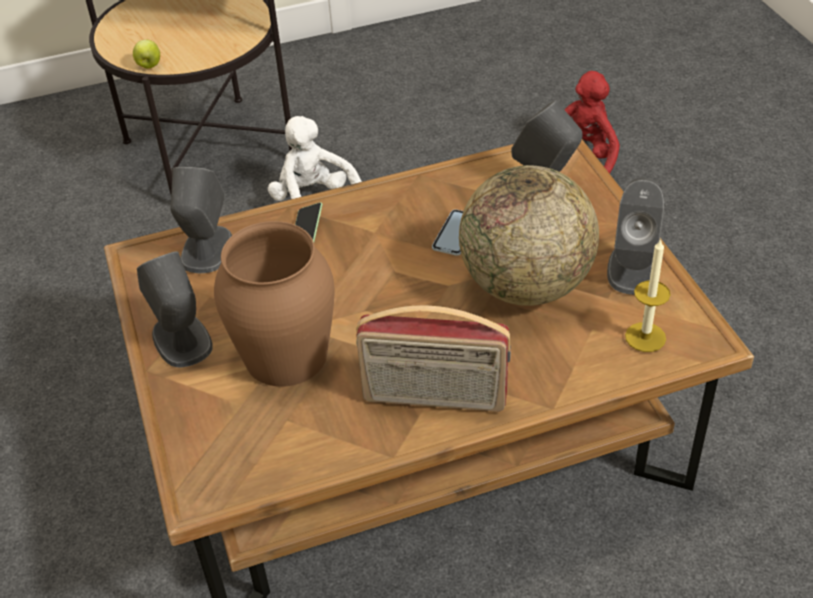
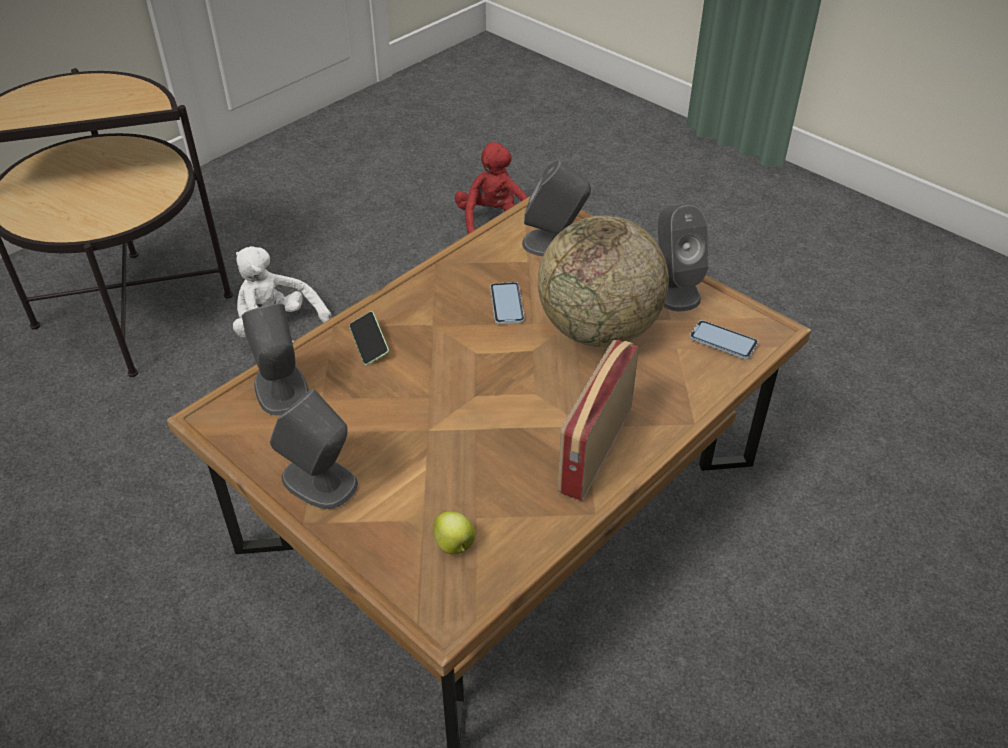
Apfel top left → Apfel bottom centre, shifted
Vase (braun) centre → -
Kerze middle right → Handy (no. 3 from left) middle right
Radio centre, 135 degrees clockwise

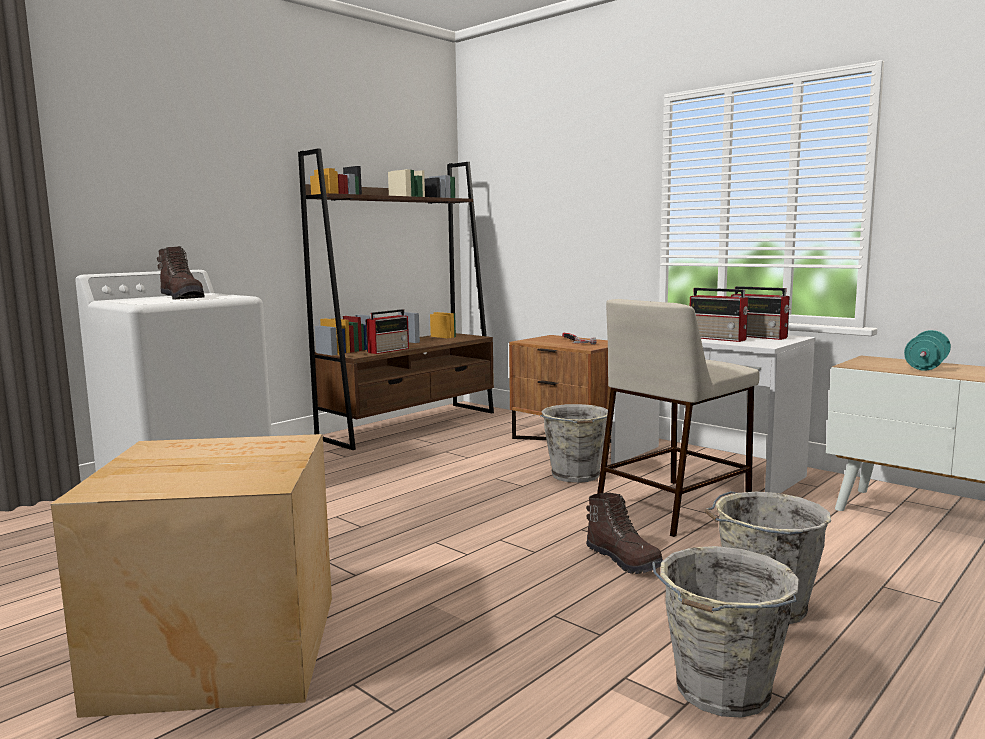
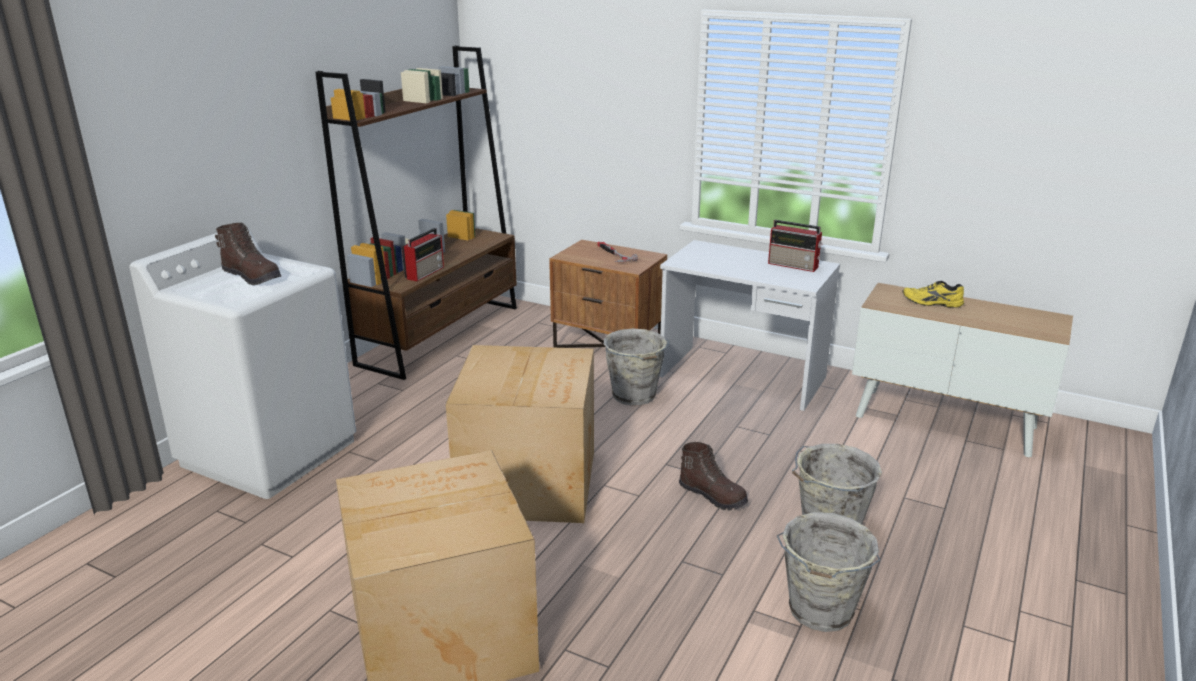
Radio (no. 2 from left) middle right → -
Hocker (beige) middle right → -
Hantel (türkis) middle right → Schuh (gelb) middle right
- → Karton (no. 2 from left) centre

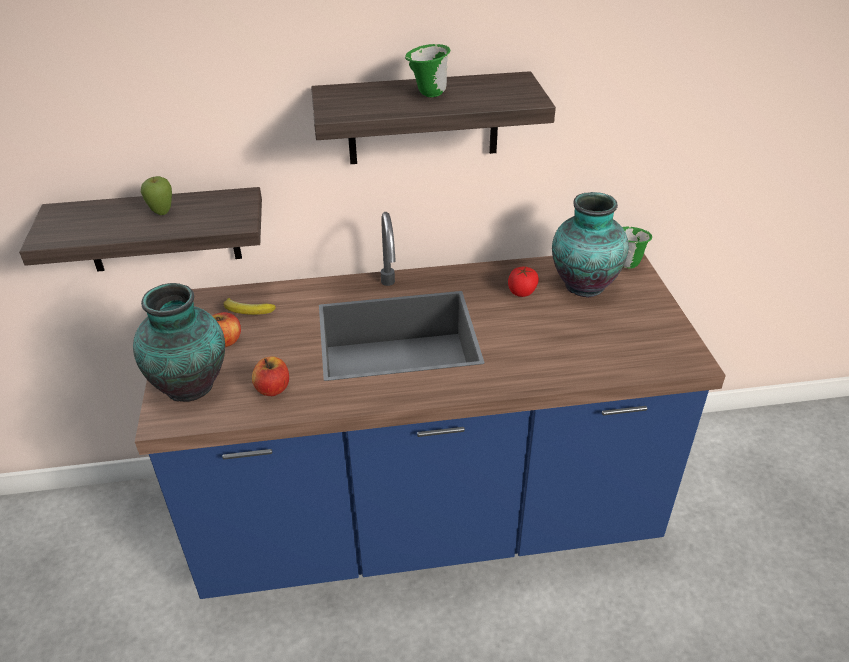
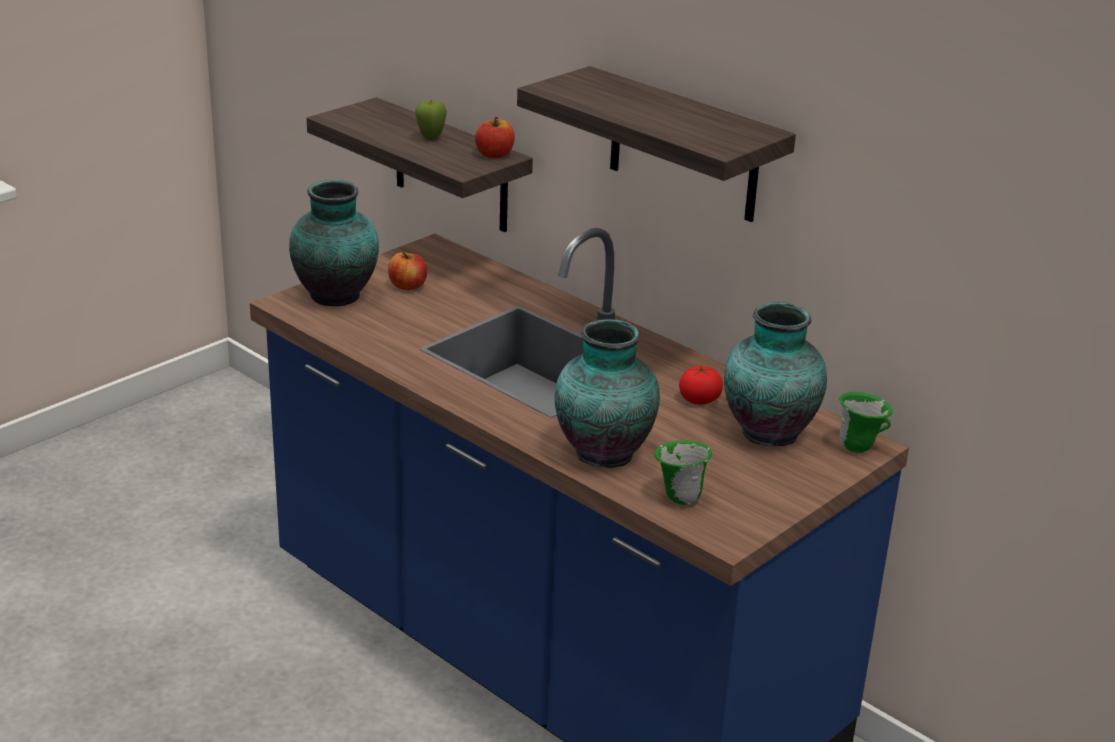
Henkelbecher (grün) (no. 1 from left) top centre → Henkelbecher (grün) (no. 1 from left) centre, shifted
Banane middle left → -
Apfel (no. 3 from left) middle left → Apfel (no. 3 from left) top centre, shifted
- → Vase (no. 2 from left) centre

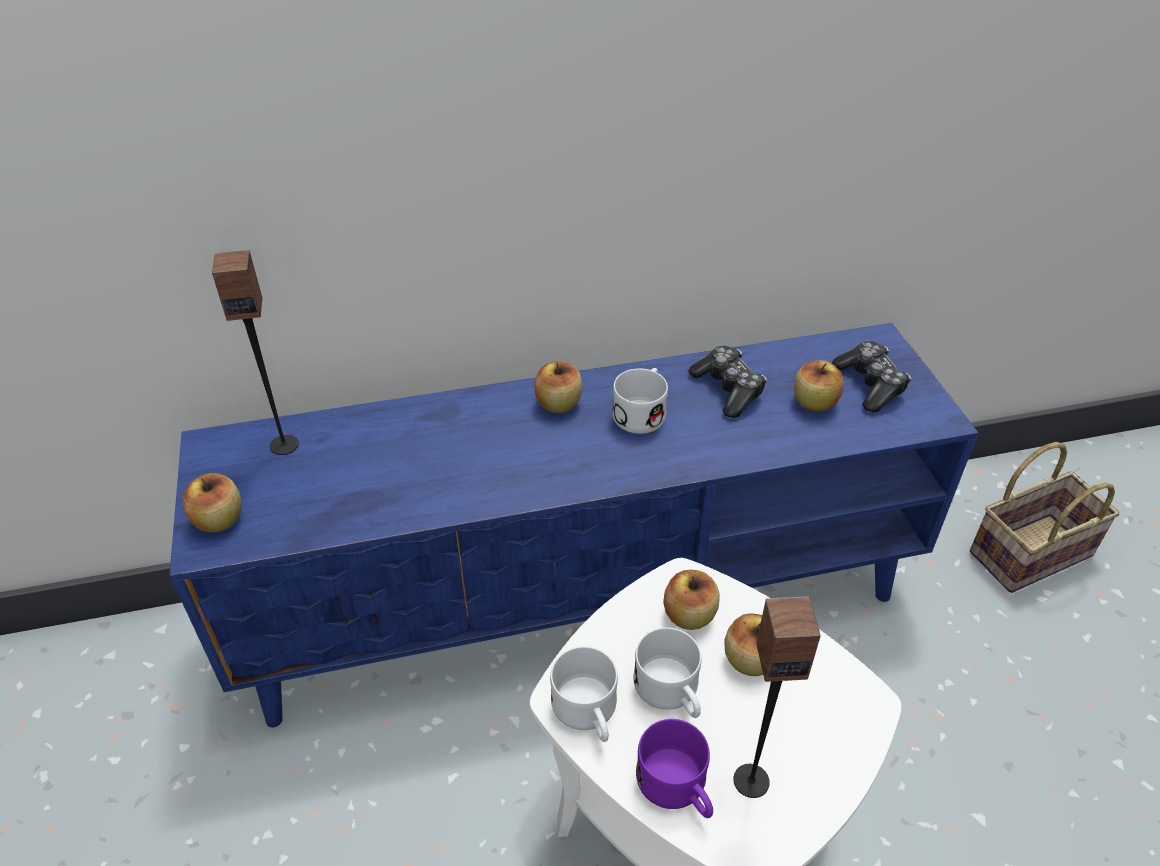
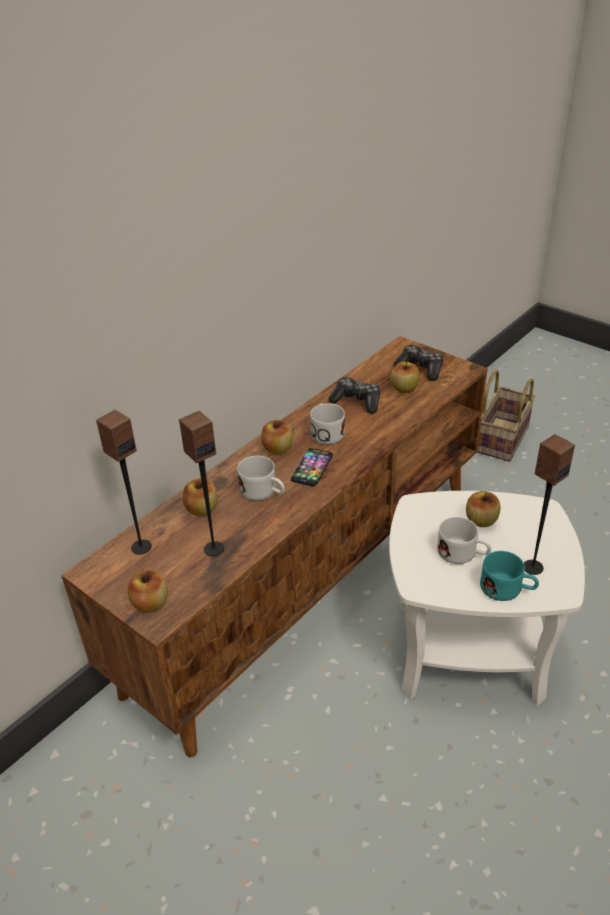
Fernsehschrank (blau) centre → Fernsehschrank (braun) centre
Apfel (no. 3 from left in the first image) bottom centre → Apfel (no. 2 from left) middle left, shifted
Henkelbecher (weiß) (no. 1 from left) bottom centre → Henkelbecher (weiß) (no. 1 from left) centre, shifted
Henkelbecher (lila) bottom centre → Henkelbecher (türkis) middle right
- → Lautsprecher (no. 2 from left) middle left
- → Handy centre

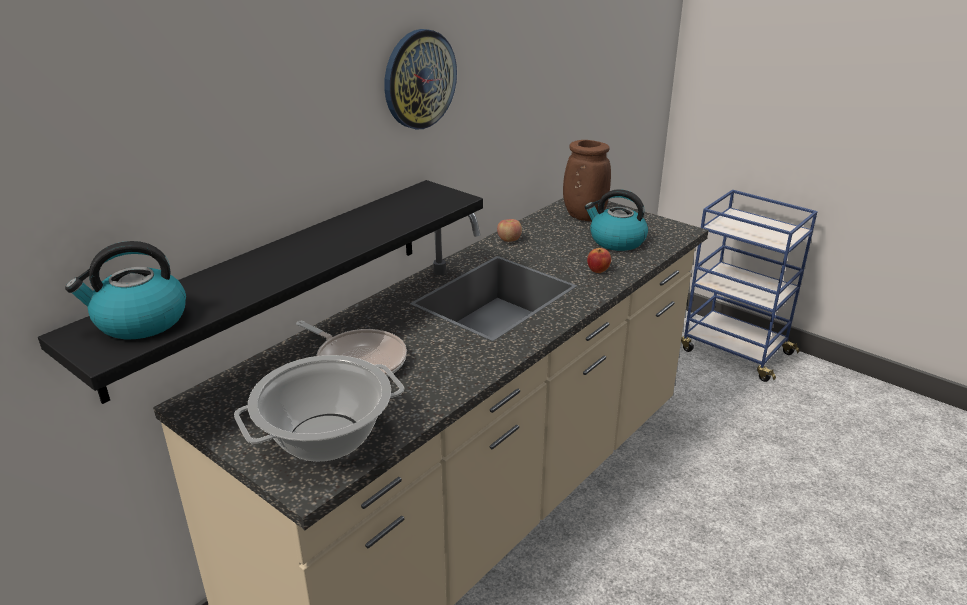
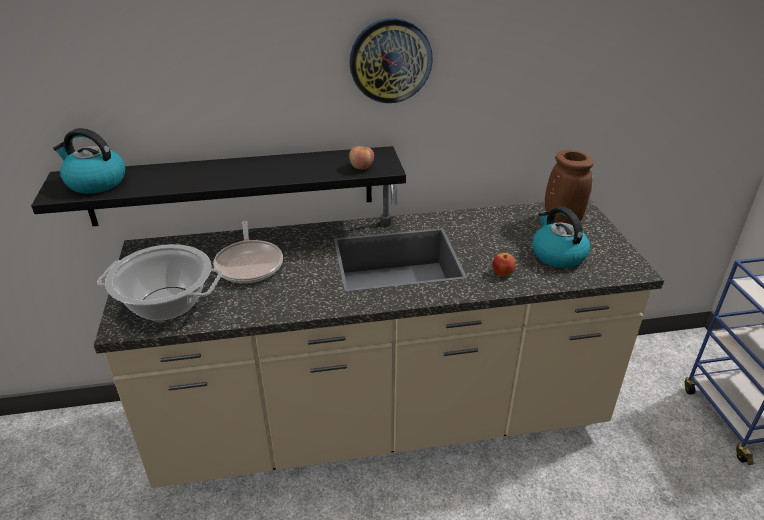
Apfel (no. 1 from left) centre → Apfel (no. 1 from left) top centre, shifted

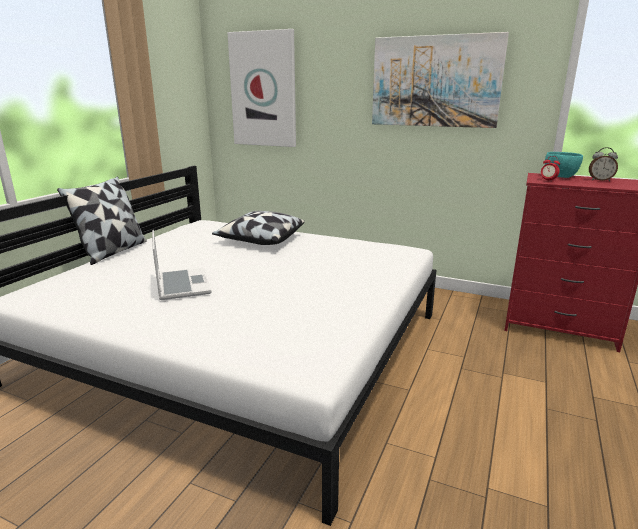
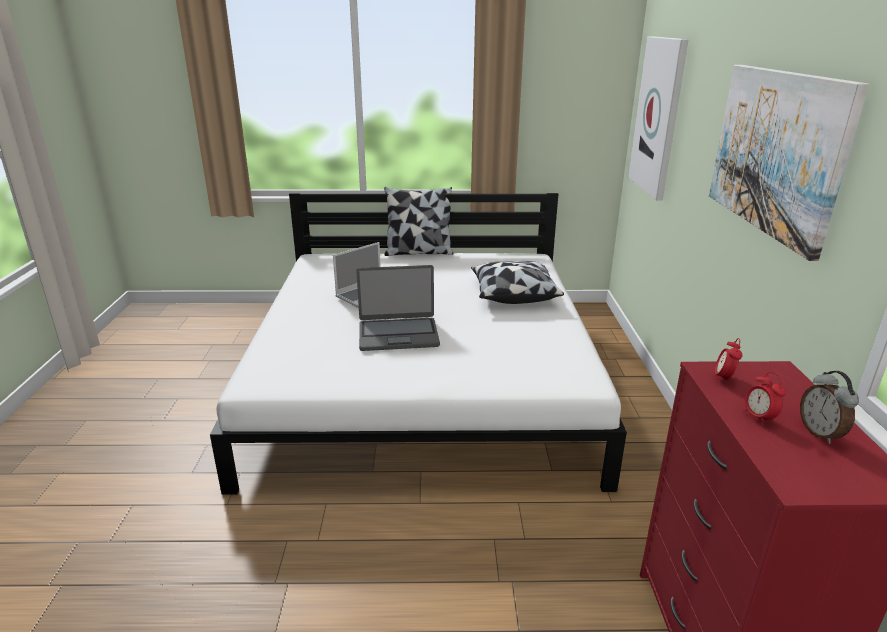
Schüssel (türkis) top right → -
- → Laptop (no. 2 from left) centre
- → Wecker (no. 2 from left) middle right

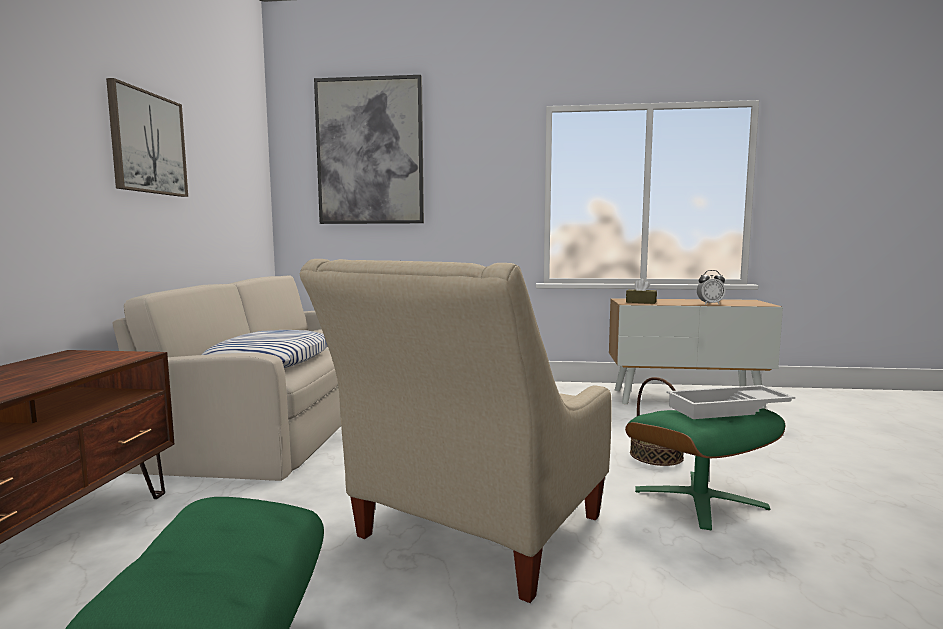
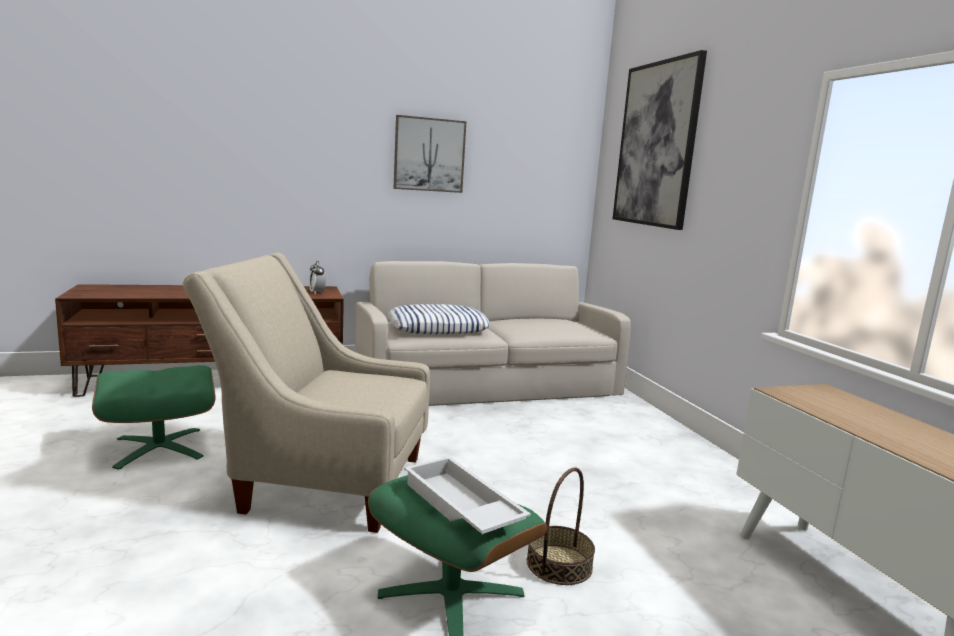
Wecker middle right → Wecker middle left, shifted
Taschentuchbox (braun) middle right → -

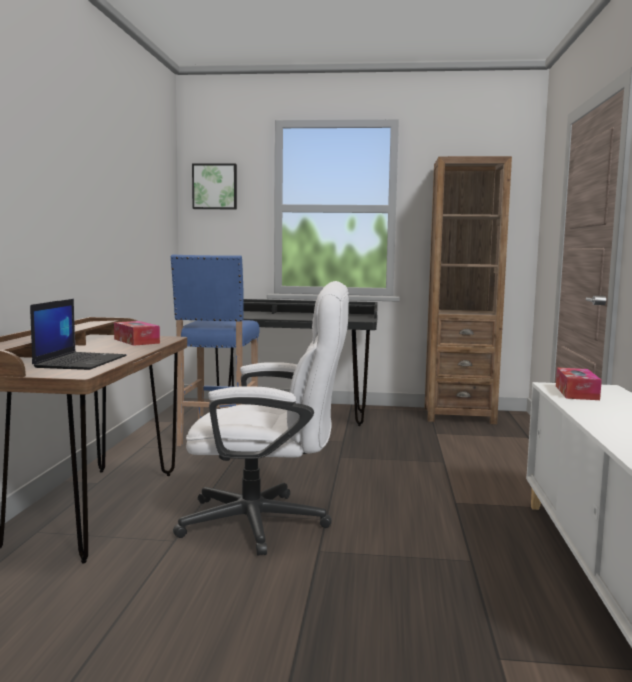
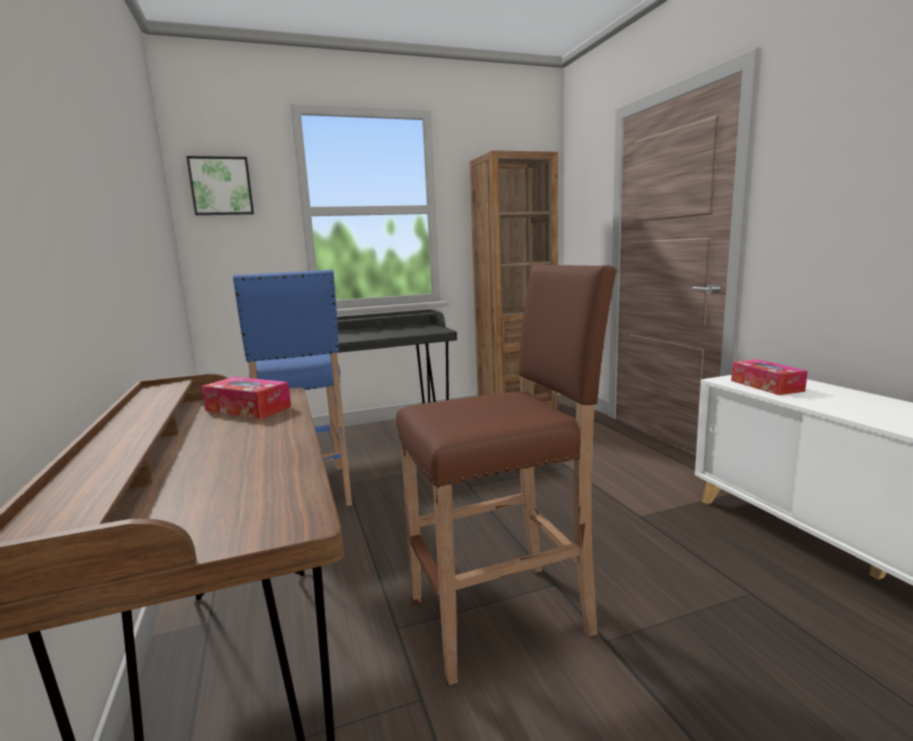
Bürostuhl (weiß) centre → Hocker (braun) centre
Laptop middle left → -

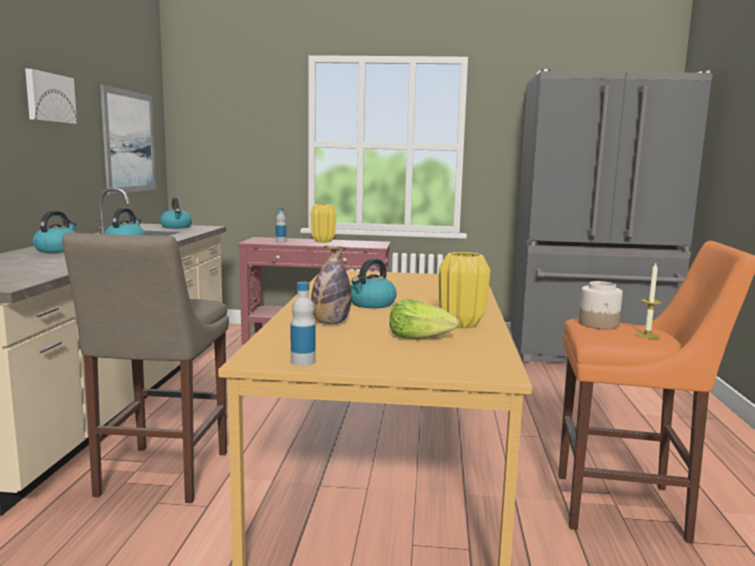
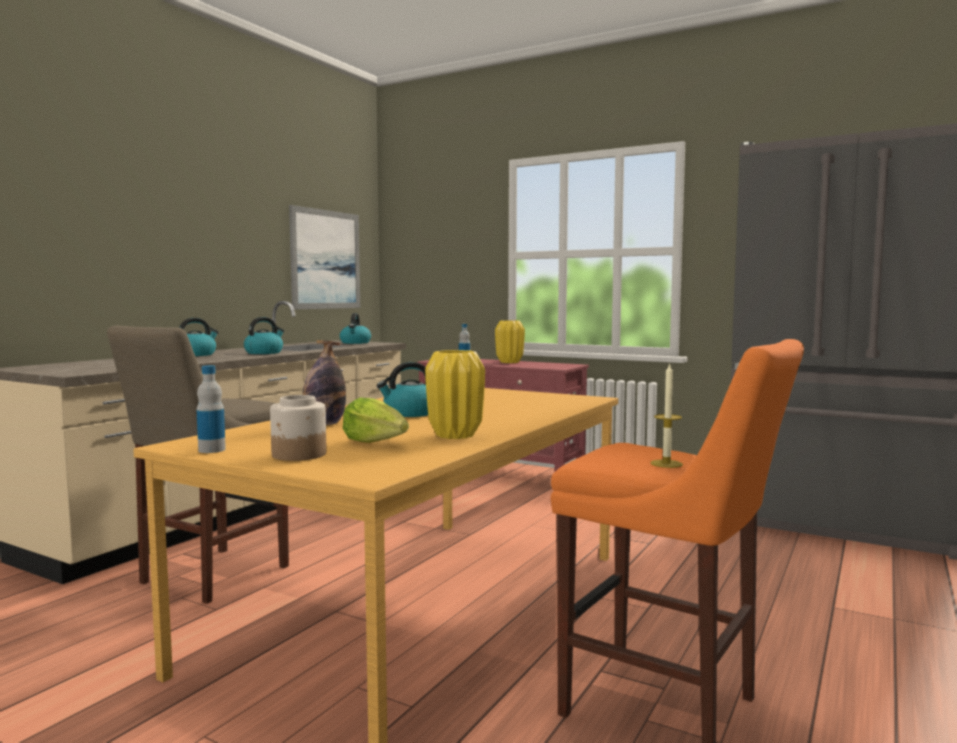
Bild (no. 1 from left) top left → -
Vorratsglas middle right → Vorratsglas middle left, shifted

